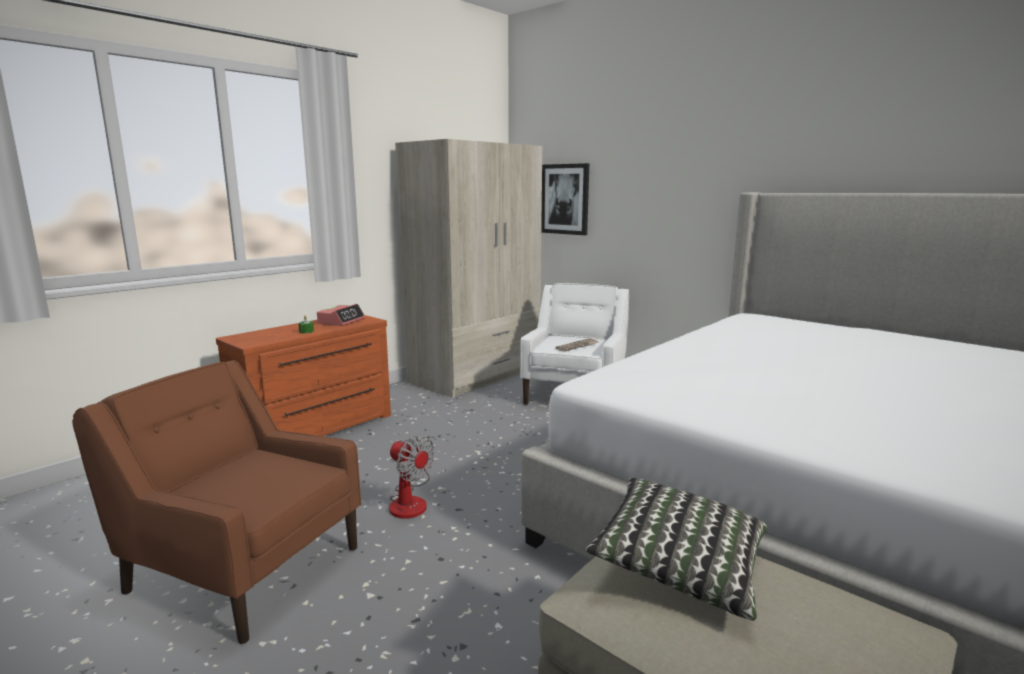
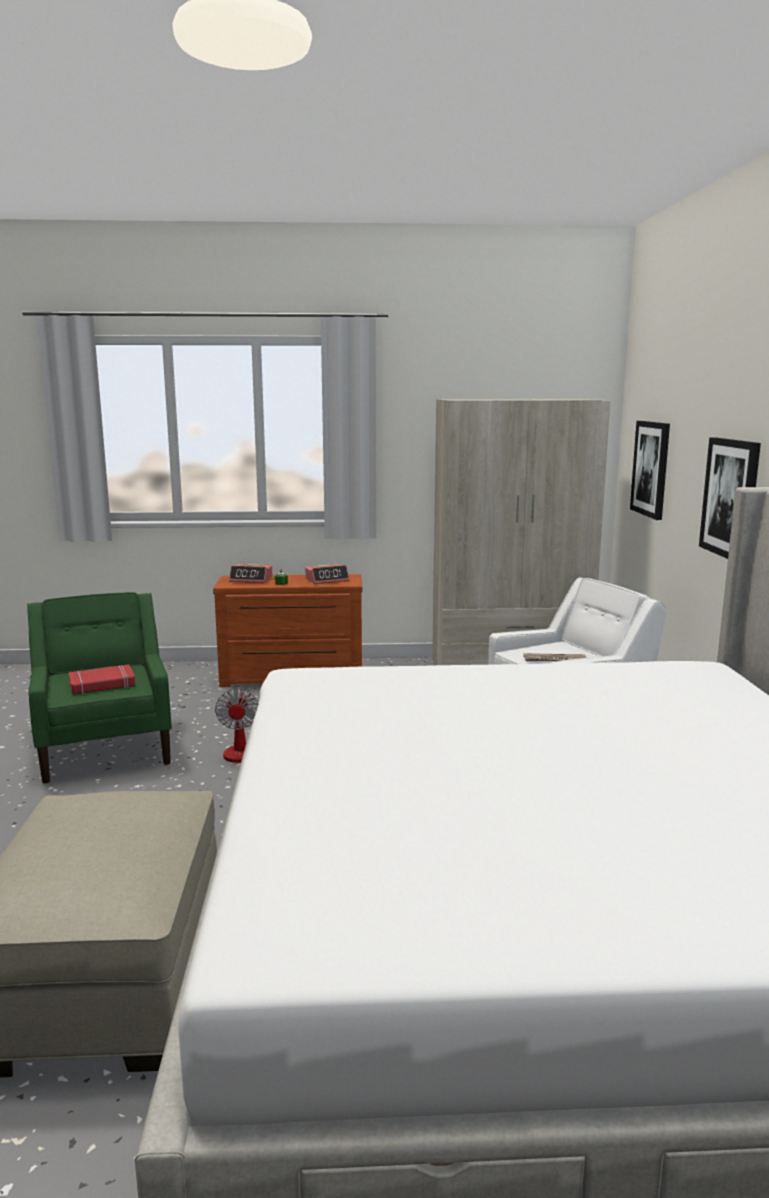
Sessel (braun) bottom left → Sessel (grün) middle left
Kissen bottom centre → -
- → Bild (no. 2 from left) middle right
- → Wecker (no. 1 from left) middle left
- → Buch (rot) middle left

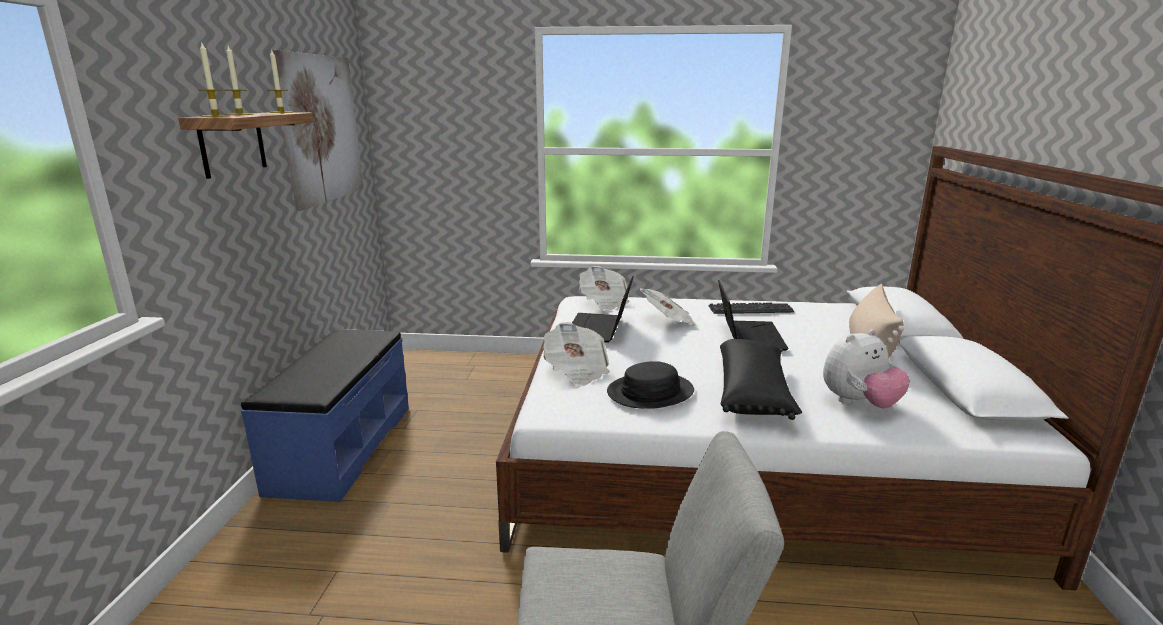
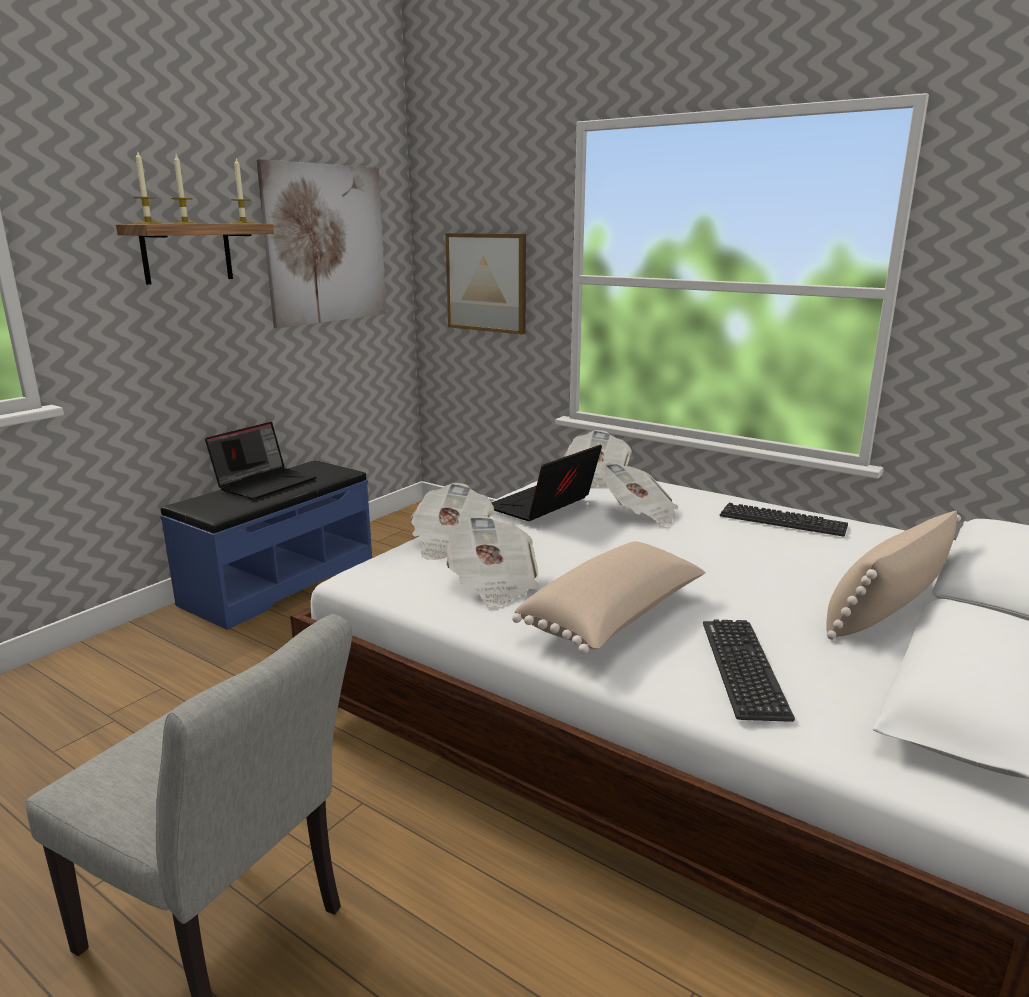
Laptop (no. 2 from left in the first image) centre → Laptop (no. 1 from left) middle left, shifted
Plüschtier middle right → Tastatur (no. 1 from left) bottom right
Kissen (schwarz) centre → Kissen (beige) (no. 1 from left) centre
Hut (schwarz) centre → Zeitung (no. 2 from left) centre
- → Bild (no. 2 from left) top centre

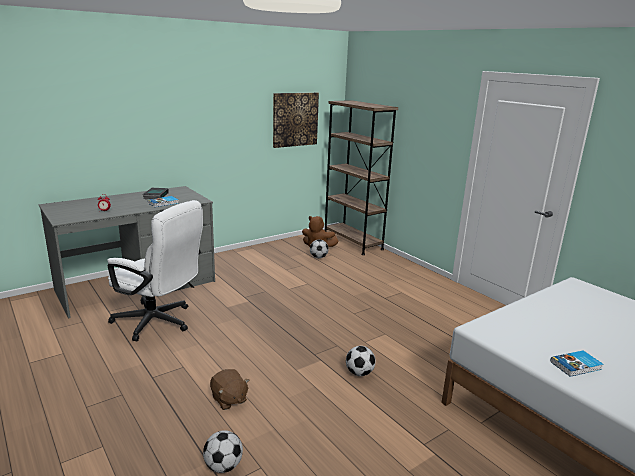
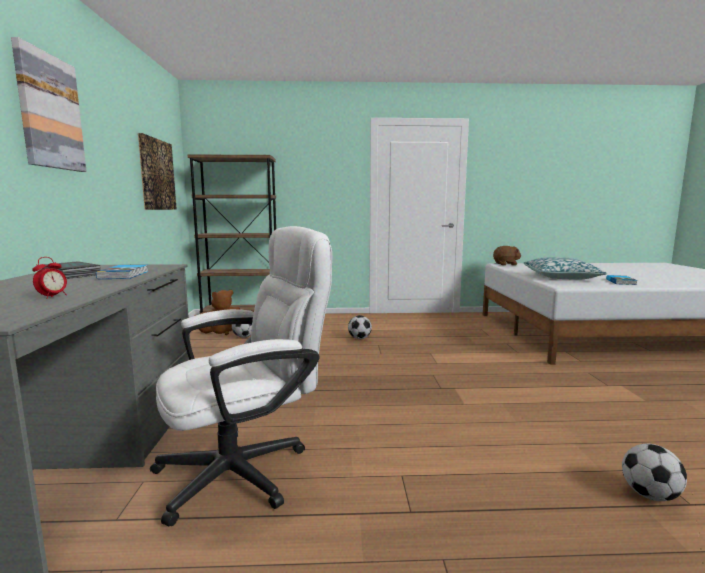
Fußball (no. 3 from left in the first image) bottom centre → Fußball (no. 2 from left) centre, shifted
Plüschtier (braun) (no. 1 from left in the first image) bottom centre → Plüschtier (braun) (no. 2 from left) middle right, shifted
- → Bild (no. 1 from left) top left
- → Kissen middle right

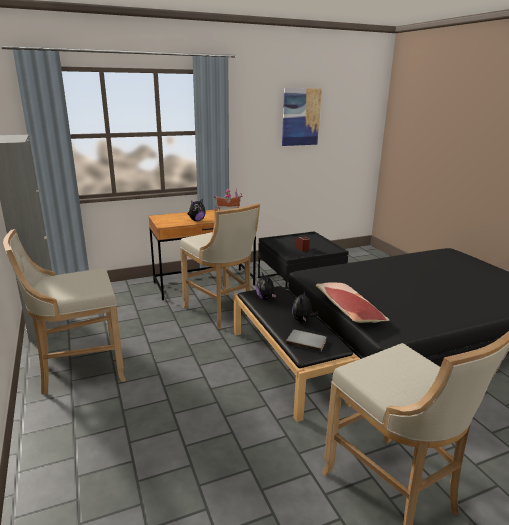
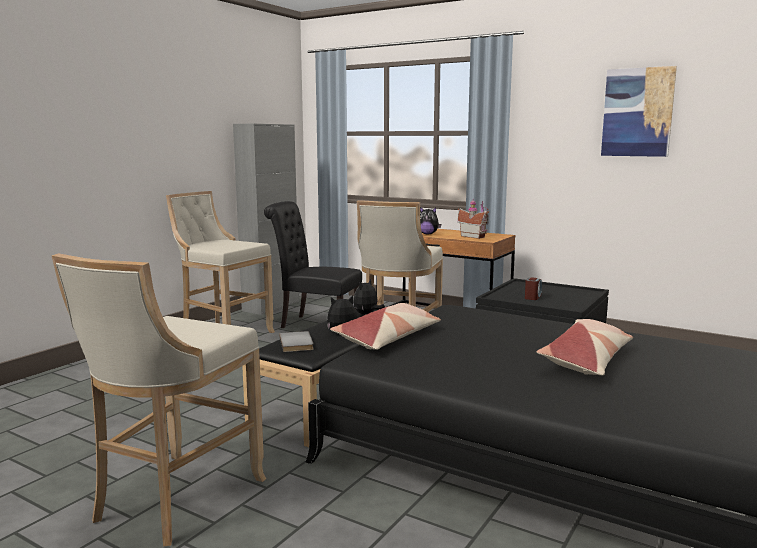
- → Stuhl (schwarz) centre
- → Kissen (no. 2 from left) middle right

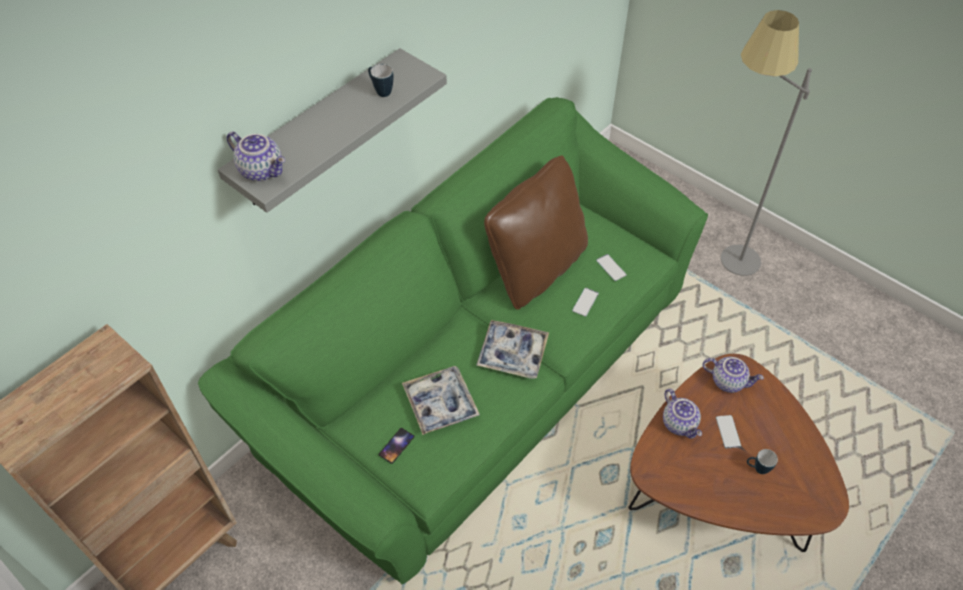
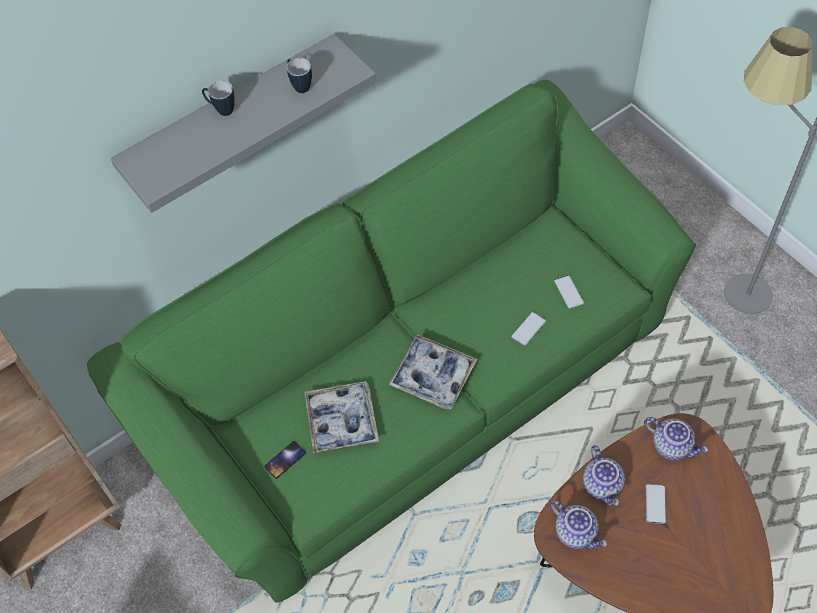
Teekanne (no. 1 from left) top left → Teekanne (no. 1 from left) bottom right, shifted
Kissen (braun) centre → -
Henkelbecher (no. 2 from left in the first image) bottom right → Henkelbecher (no. 1 from left) top left, shifted

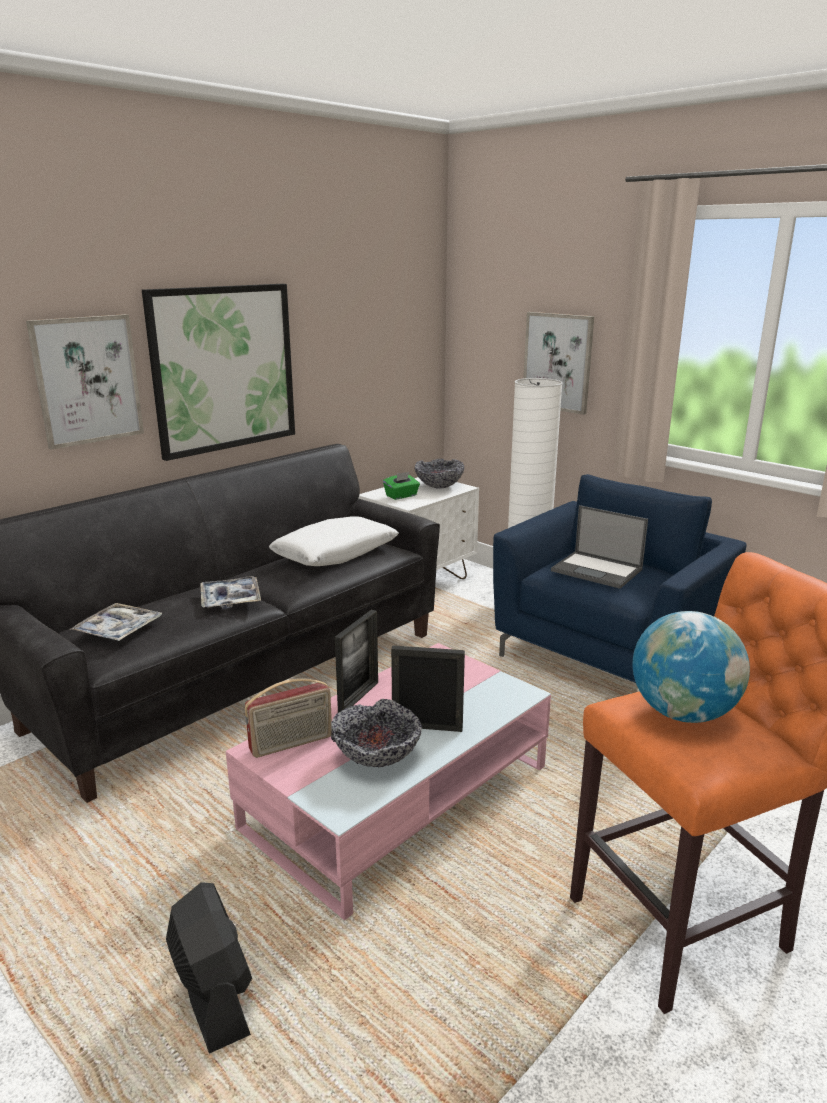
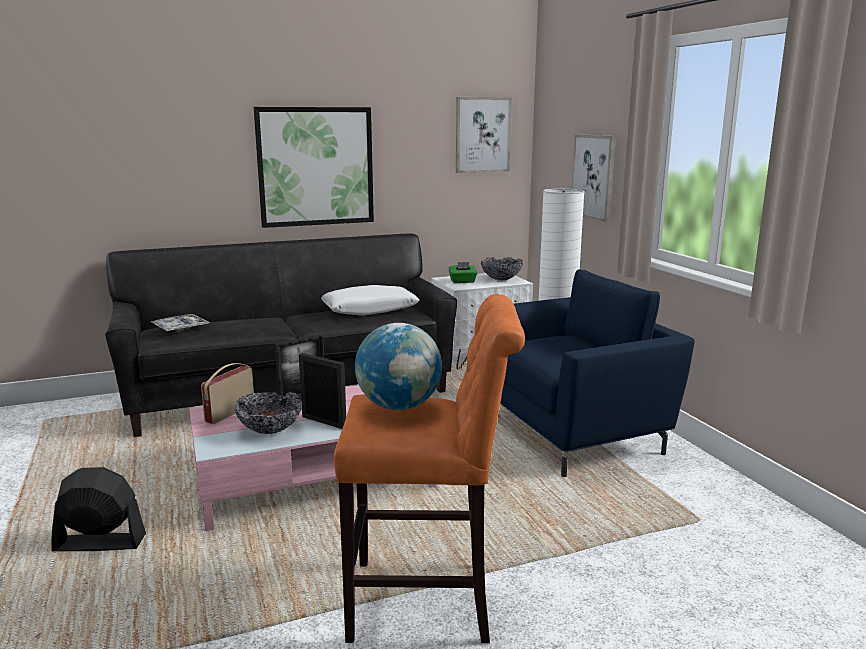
Bild (no. 1 from left in the first image) middle left → Bild (no. 2 from left) top centre, shifted
Laptop middle right → -
Tablett (no. 2 from left) middle left → -
Radio centre → Radio middle left, 120 degrees clockwise
Ventilator (schwarz) bottom left, 90 degrees counterclockwise

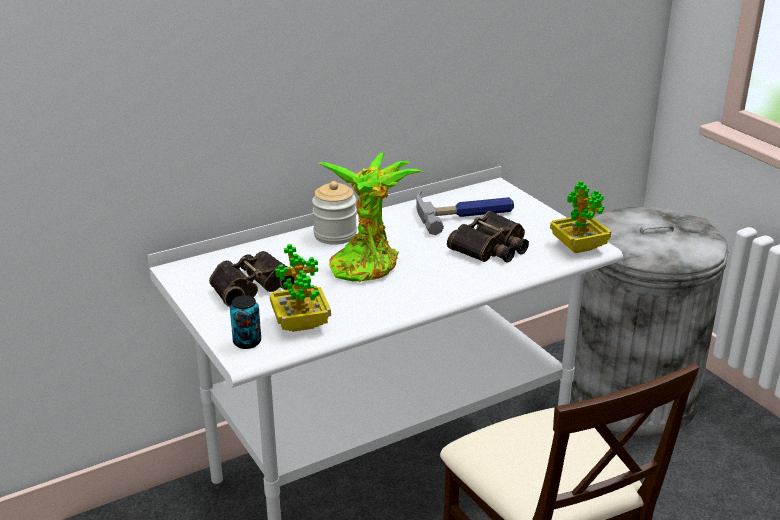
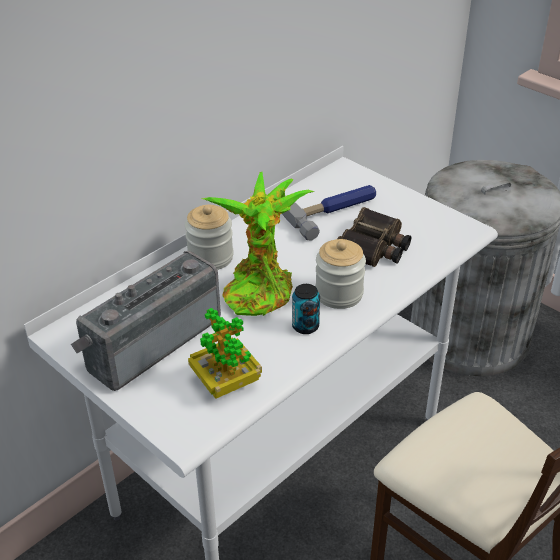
Topfpflanze (no. 3 from left) middle right → -
Fernglas (no. 1 from left) middle left → Radio middle left
Dose middle left → Dose centre, shifted
- → Vorratsglas (no. 2 from left) centre

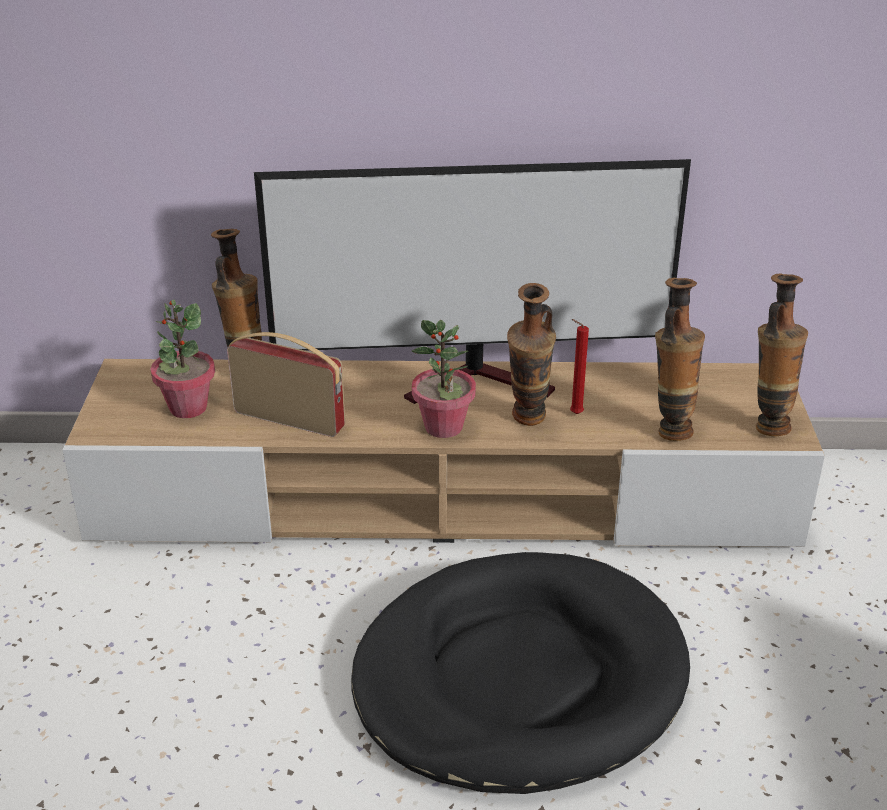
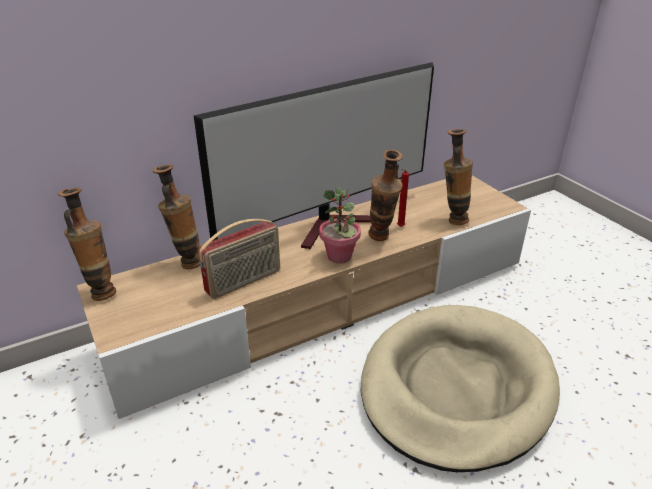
Vase (no. 4 from left in the first image) middle right → Vase (no. 1 from left) middle left, shifted
Topfpflanze (no. 1 from left) middle left → -
Radio middle left → Radio centre, 150 degrees clockwise
Hundebett (schwarz) bottom centre → Hundebett (beige) bottom right

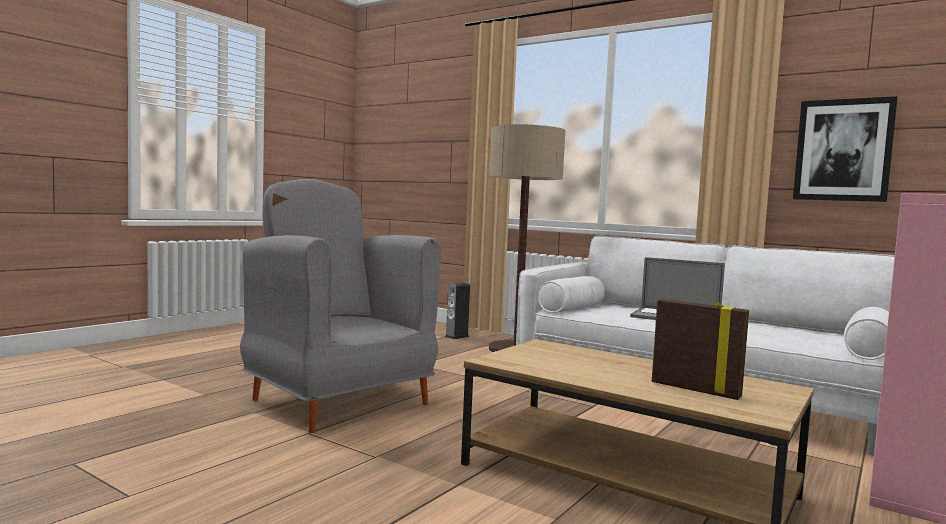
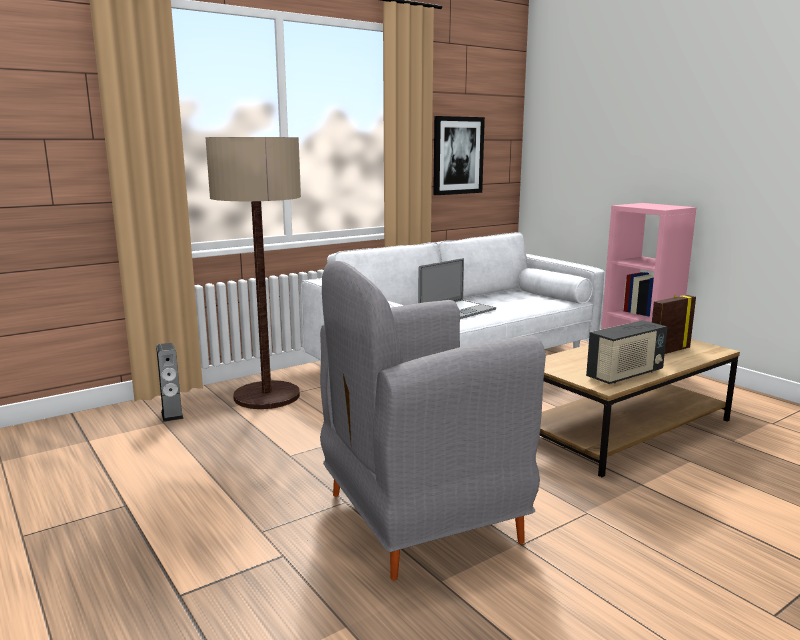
- → Radio middle right

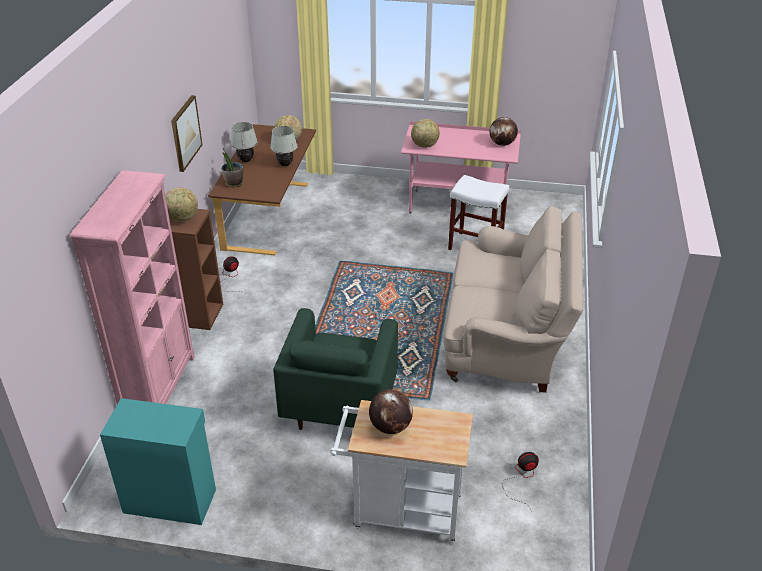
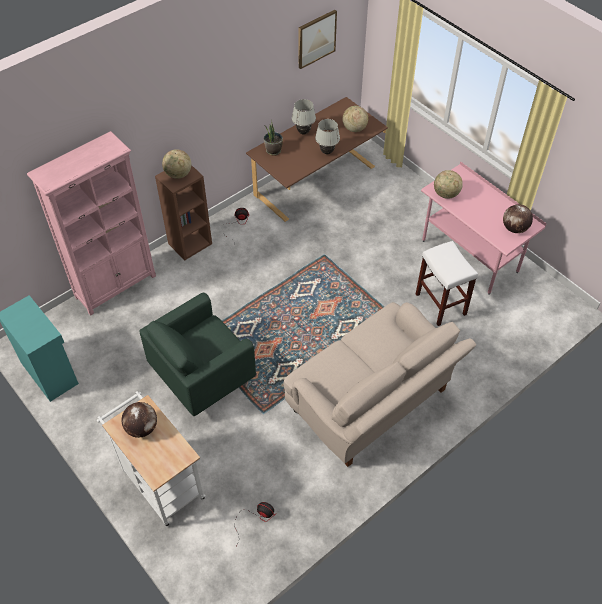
Bild top left → Bild top centre, shifted

